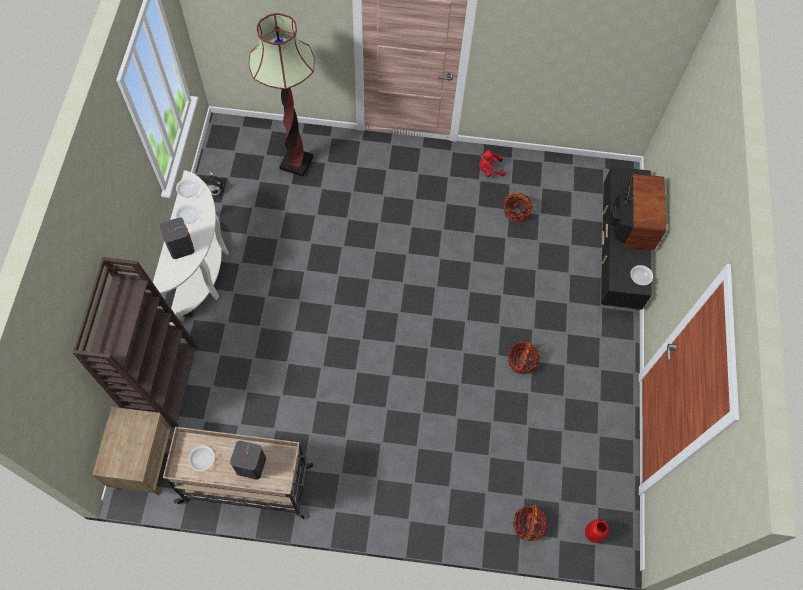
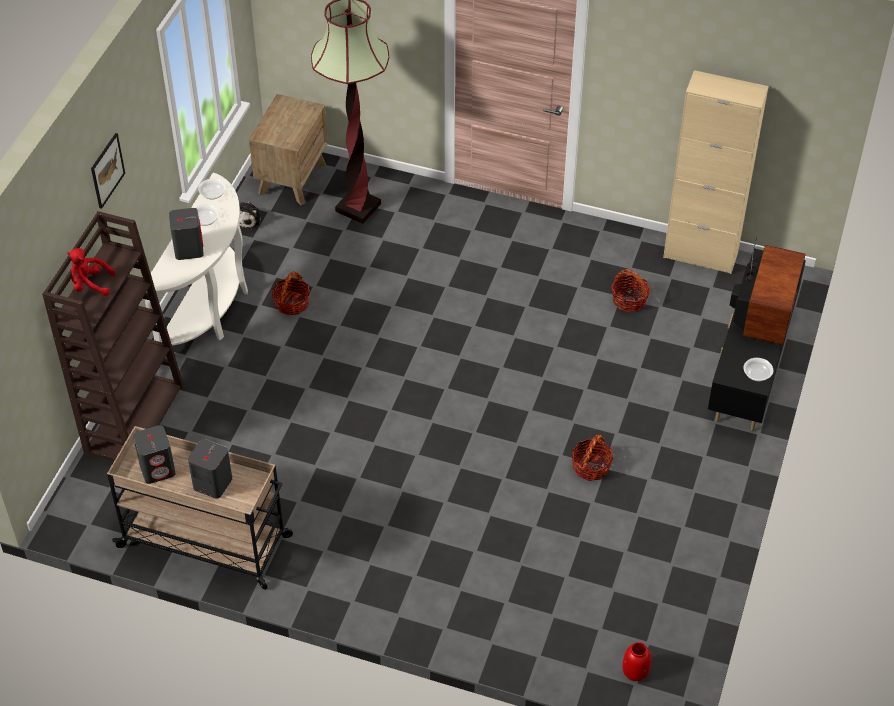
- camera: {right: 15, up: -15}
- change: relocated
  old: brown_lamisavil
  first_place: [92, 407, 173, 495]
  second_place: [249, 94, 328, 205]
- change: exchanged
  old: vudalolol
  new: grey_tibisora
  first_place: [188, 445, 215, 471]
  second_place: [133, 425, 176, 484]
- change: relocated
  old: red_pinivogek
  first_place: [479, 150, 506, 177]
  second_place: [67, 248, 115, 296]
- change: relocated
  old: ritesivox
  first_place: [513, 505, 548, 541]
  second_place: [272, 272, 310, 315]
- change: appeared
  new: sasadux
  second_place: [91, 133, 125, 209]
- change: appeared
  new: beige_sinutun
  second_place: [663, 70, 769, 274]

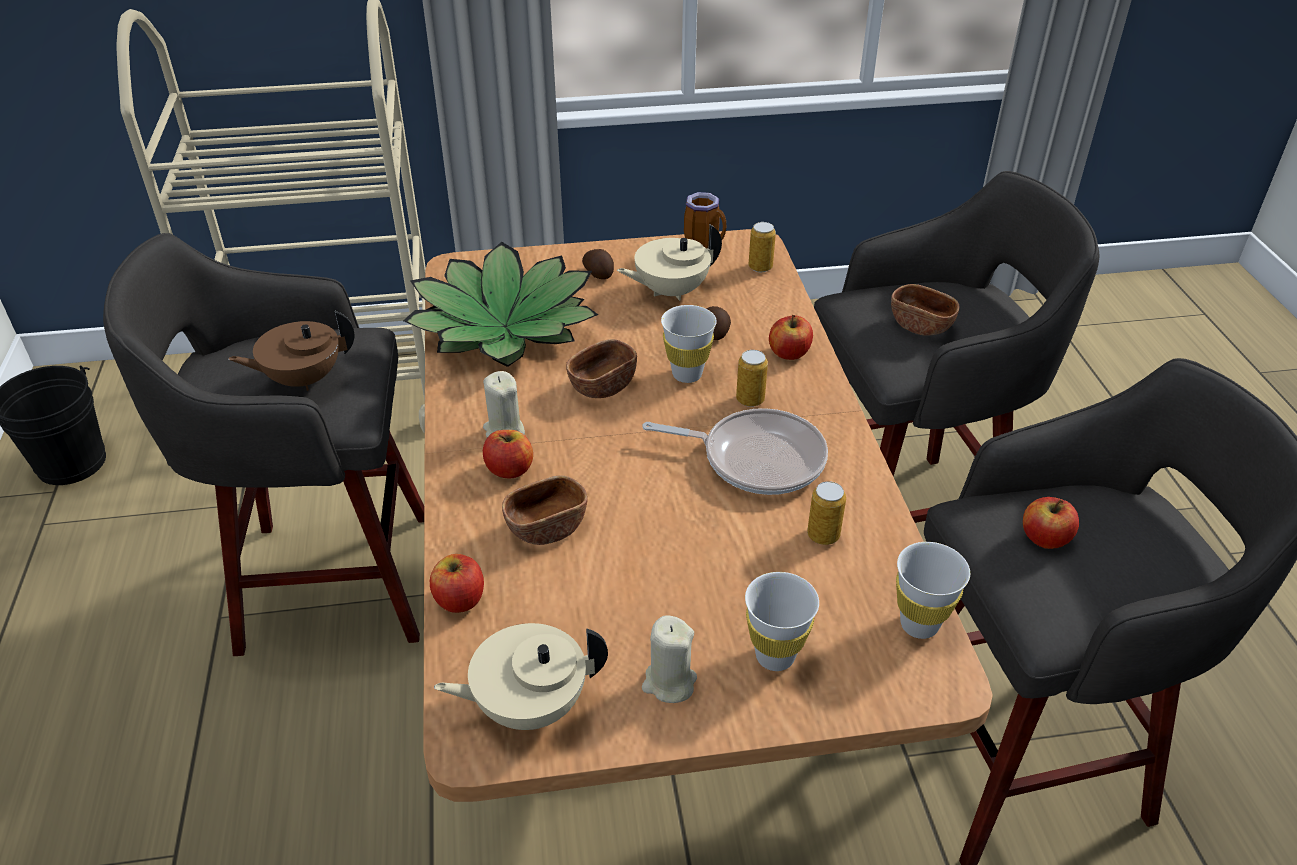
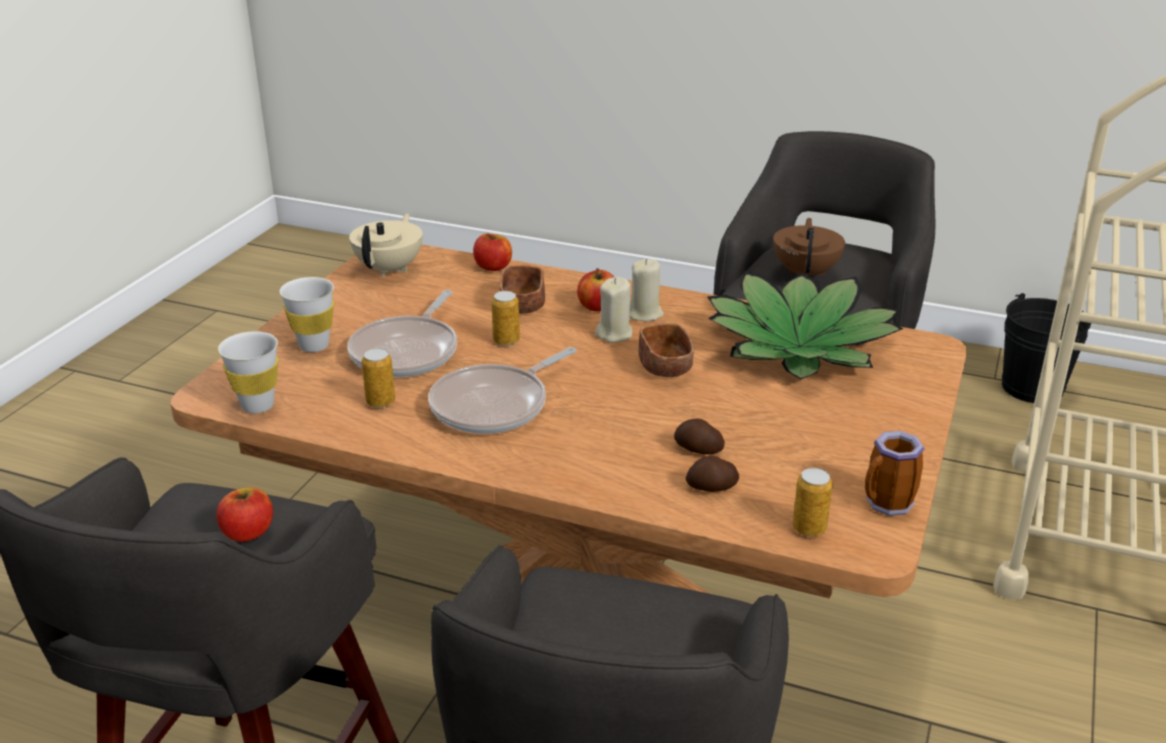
- camera: {right: 120, up: -10}
- change: relocated
  old: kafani
  first_place: [582, 249, 614, 279]
  second_place: [686, 456, 739, 492]
- change: missing
  old: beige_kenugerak
  first_place: [617, 225, 722, 301]
- change: relocated
  old: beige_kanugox
  first_place: [642, 615, 697, 703]
  second_place: [595, 277, 633, 343]
- change: missing
  old: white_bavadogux
  first_place: [661, 305, 717, 383]
- change: relocated
  old: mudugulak
  first_place: [736, 350, 768, 407]
  second_place: [491, 291, 520, 346]
- change: missing
  old: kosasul
  first_place: [769, 315, 813, 360]
- change: missing
  old: brown_vudalolol
  first_place: [891, 284, 959, 336]
- change: appeared
  new: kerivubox
  second_place: [347, 290, 457, 377]

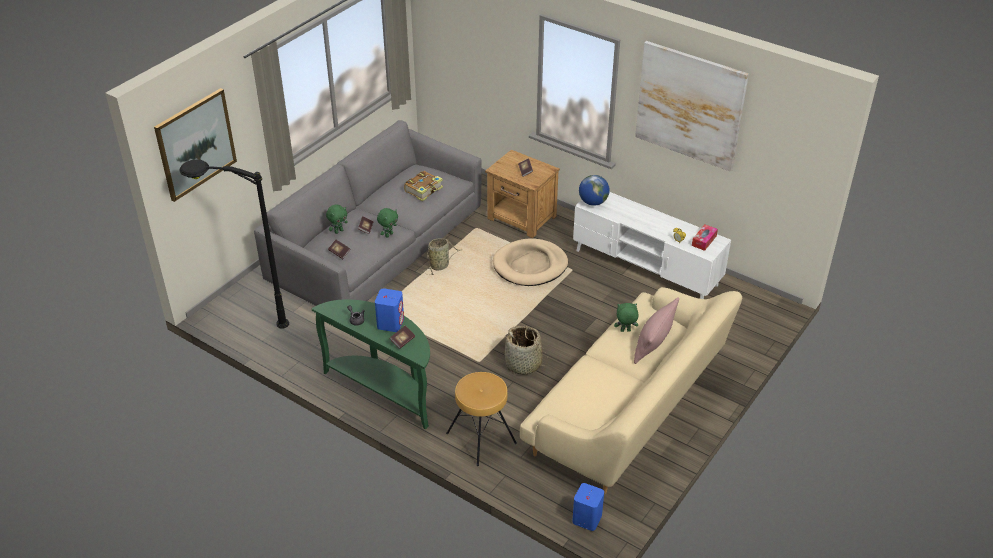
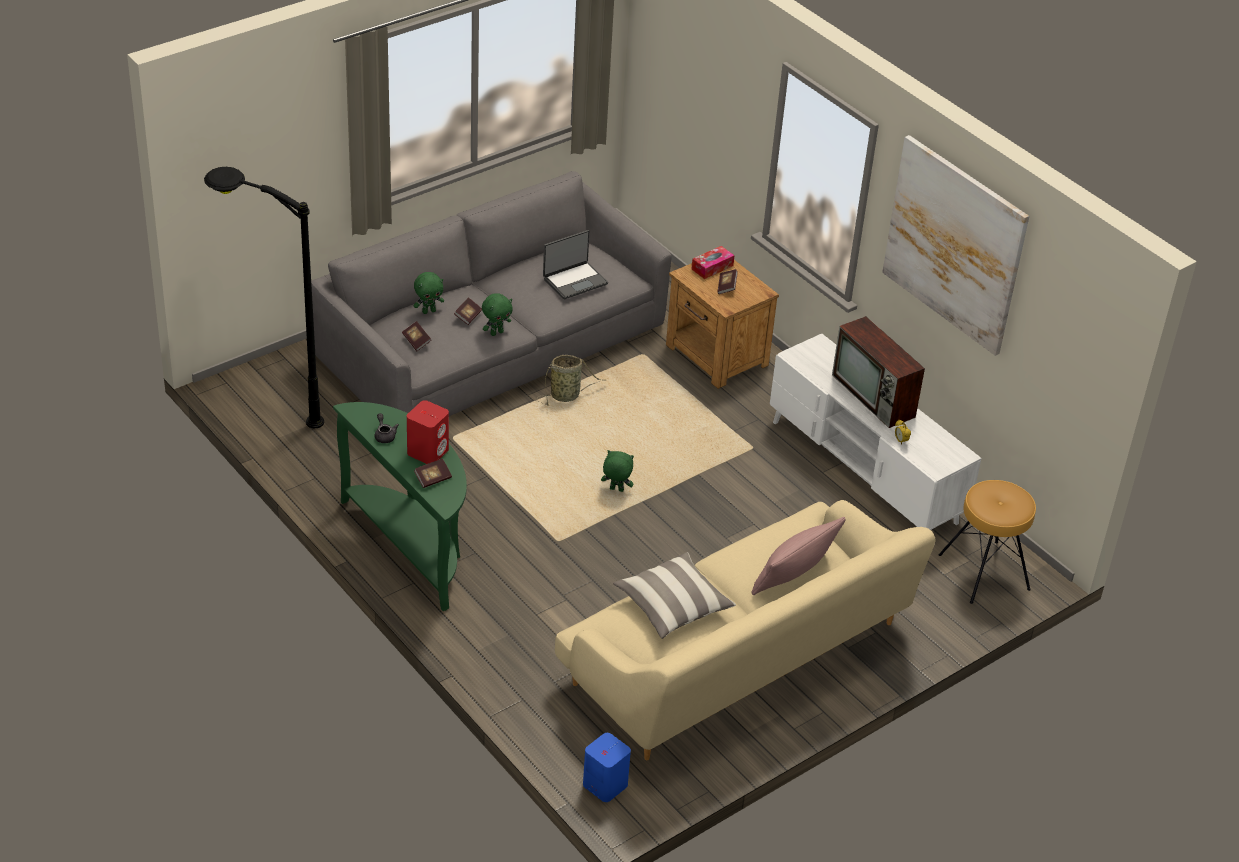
- camera: {right: 15, up: 0}
- change: missing
  old: sasadux
  first_place: [154, 88, 237, 202]
- change: colour
  old: blue_tibisora
  new: red_tibisora
  first_place: [375, 288, 404, 332]
  second_place: [407, 400, 449, 464]
- change: exchanged
  old: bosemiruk
  new: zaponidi
  first_place: [404, 171, 443, 201]
  second_place: [543, 230, 608, 299]
- change: relocated
  old: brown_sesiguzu
  first_place: [446, 372, 517, 466]
  second_place: [939, 480, 1036, 604]
- change: missing
  old: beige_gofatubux
  first_place: [493, 238, 568, 286]
- change: missing
  old: ritesivox
  first_place: [503, 326, 545, 375]
- change: missing
  old: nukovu
  first_place: [579, 175, 610, 206]
- change: relocated
  old: green_pinivogek
  first_place: [614, 303, 638, 332]
  second_place: [601, 450, 634, 492]
- change: relocated
  old: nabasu
  first_place: [692, 224, 718, 251]
  second_place: [692, 246, 735, 279]
- change: appeared
  new: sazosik
  second_place: [613, 552, 736, 639]
- change: appeared
  new: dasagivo
  second_place: [832, 316, 925, 428]

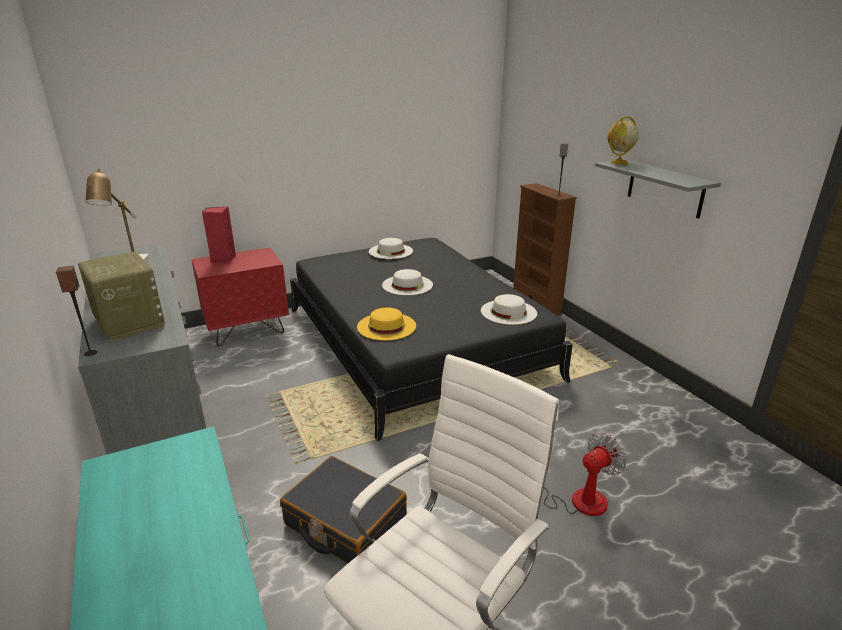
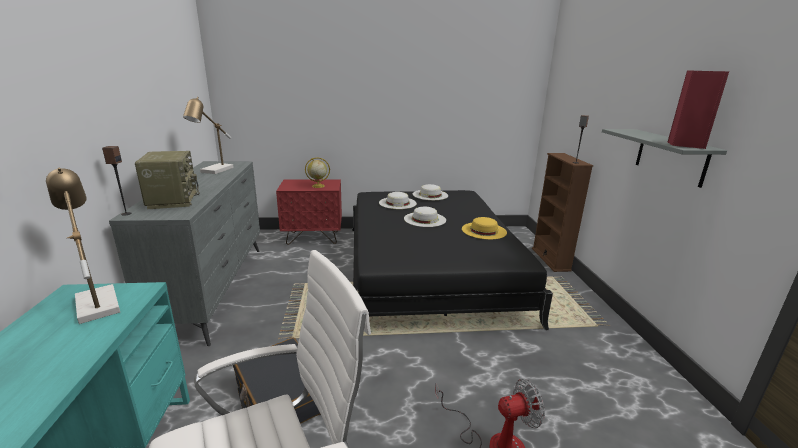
- camera: {right: 20, up: -5}
- change: relocated
  old: red_tibisora
  first_place: [202, 206, 236, 264]
  second_place: [667, 71, 729, 149]
- change: relocated
  old: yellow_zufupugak
  first_place: [357, 308, 416, 341]
  second_place: [462, 217, 507, 239]
- change: relocated
  old: white_zufupugak
  first_place: [481, 294, 537, 325]
  second_place: [379, 192, 417, 209]
- change: relocated
  old: nukovu
  first_place: [607, 116, 639, 165]
  second_place: [305, 157, 330, 188]
- change: appeared
  new: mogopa
  second_place: [46, 168, 120, 324]

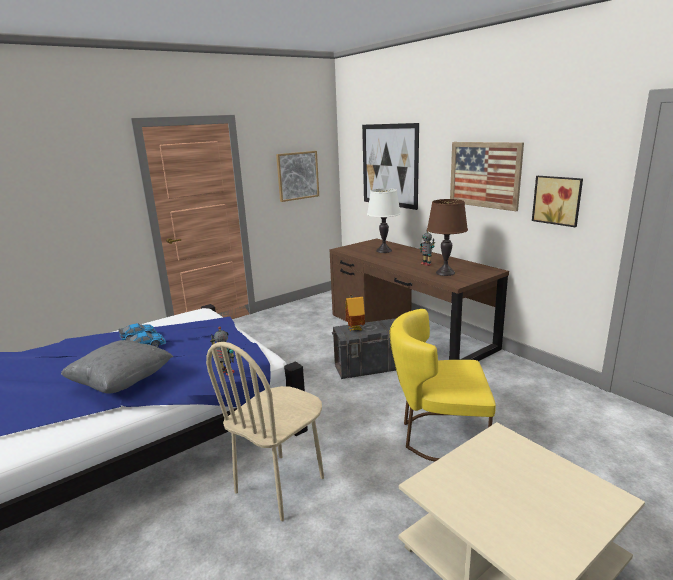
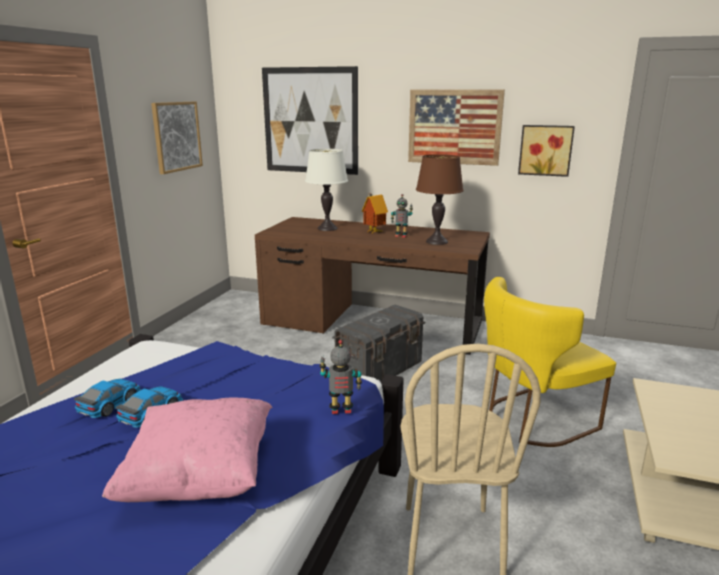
- camera: {right: -35, up: 0}
- change: colour
  old: grey_sazosik
  new: pink_sazosik
  first_place: [61, 340, 173, 394]
  second_place: [102, 397, 272, 502]
- change: relocated
  old: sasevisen
  first_place: [346, 295, 365, 331]
  second_place: [362, 194, 388, 234]

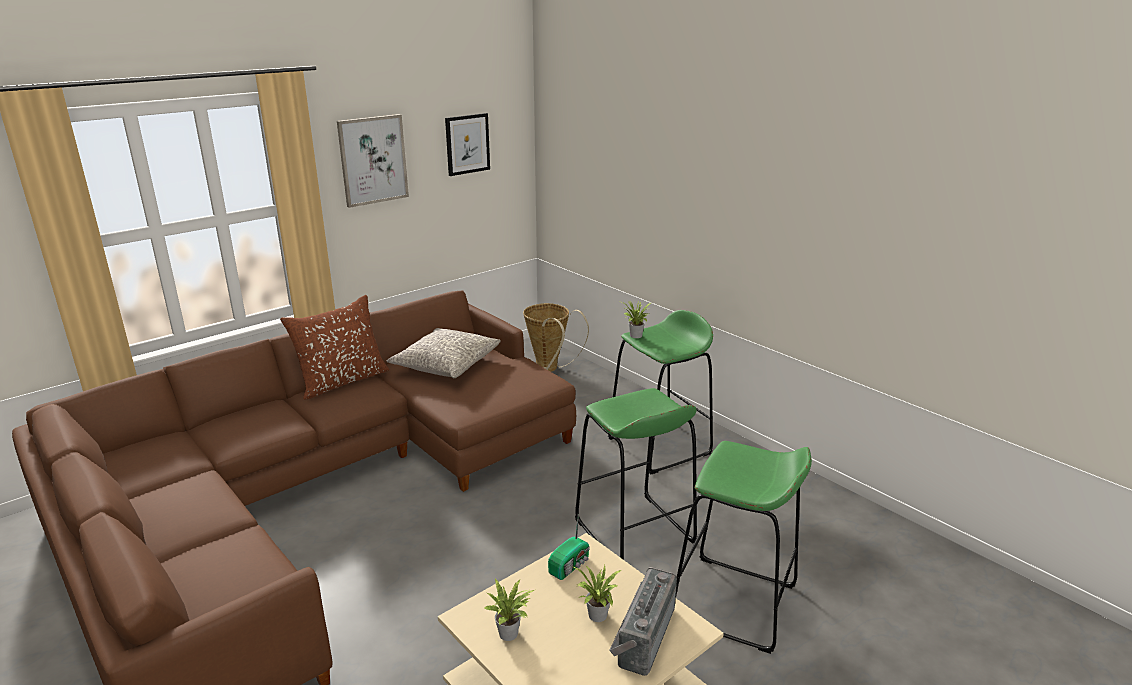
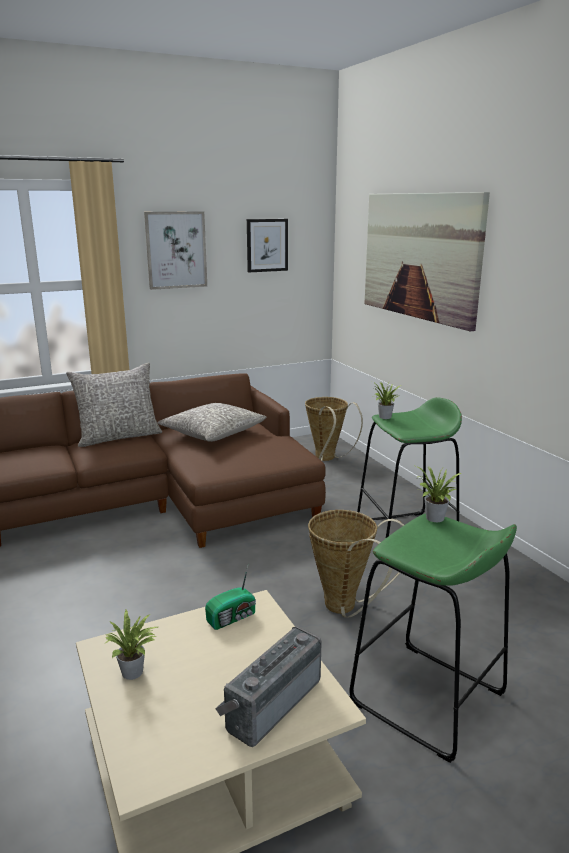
- camera: {right: 15, up: -5}
- change: colour
  old: brown_sazosik
  new: grey_sazosik
  first_place: [280, 295, 389, 399]
  second_place: [66, 363, 162, 447]
- change: relocated
  old: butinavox
  first_place: [571, 565, 621, 622]
  second_place: [416, 466, 461, 522]
- change: exchanged
  old: green_sesiguzu
  new: ritesivox
  first_place: [575, 388, 697, 560]
  second_place: [308, 510, 404, 618]
- change: appeared
  new: sasadux
  second_place: [364, 192, 490, 331]

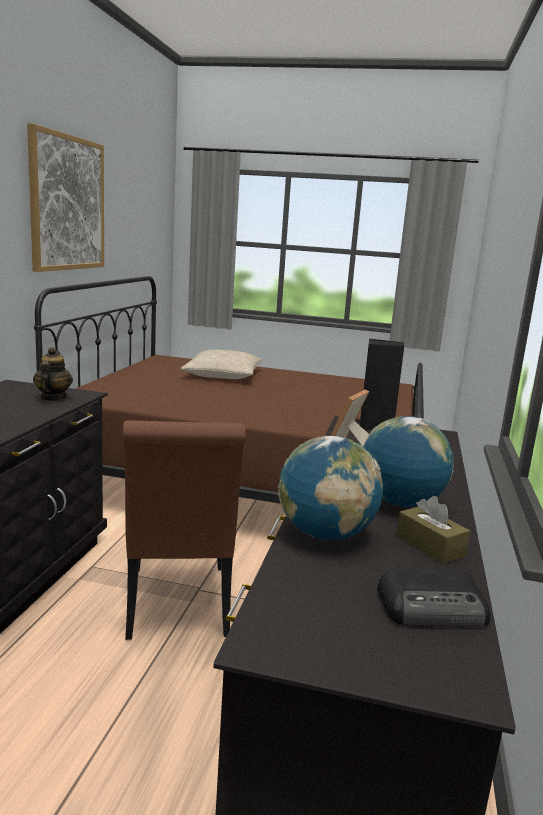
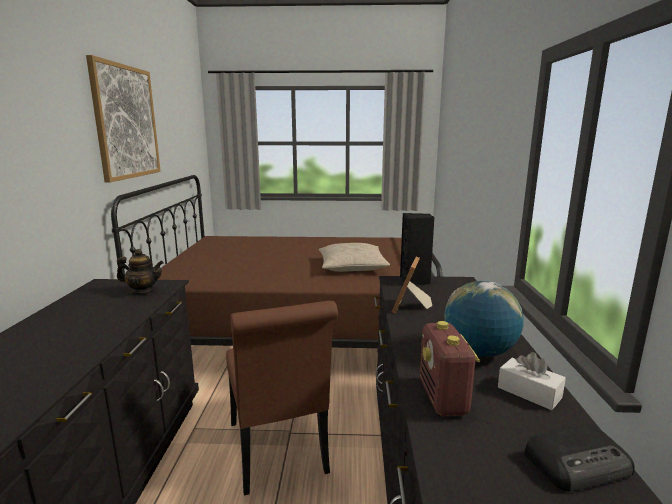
- camera: {right: -10, up: 0}
- change: spun
  old: kenugerak
  first_place: [33, 347, 73, 400]
  second_place: [117, 249, 164, 295]
  degrees: 105
- change: relocated
  old: beige_sazosik
  first_place: [181, 350, 263, 379]
  second_place: [319, 243, 390, 272]
- change: exchanged
  old: nukovu
  new: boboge
  first_place: [278, 436, 383, 540]
  second_place: [420, 321, 480, 416]
- change: colour
  old: brown_nabasu
  new: white_nabasu
  first_place: [396, 496, 470, 564]
  second_place: [498, 352, 566, 410]

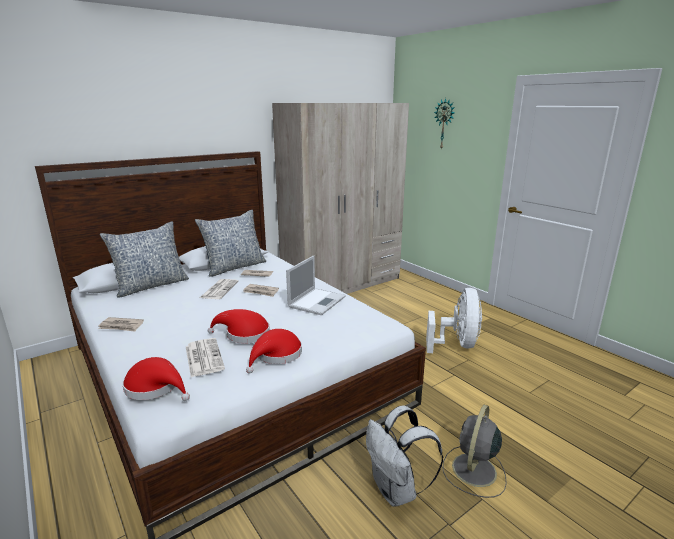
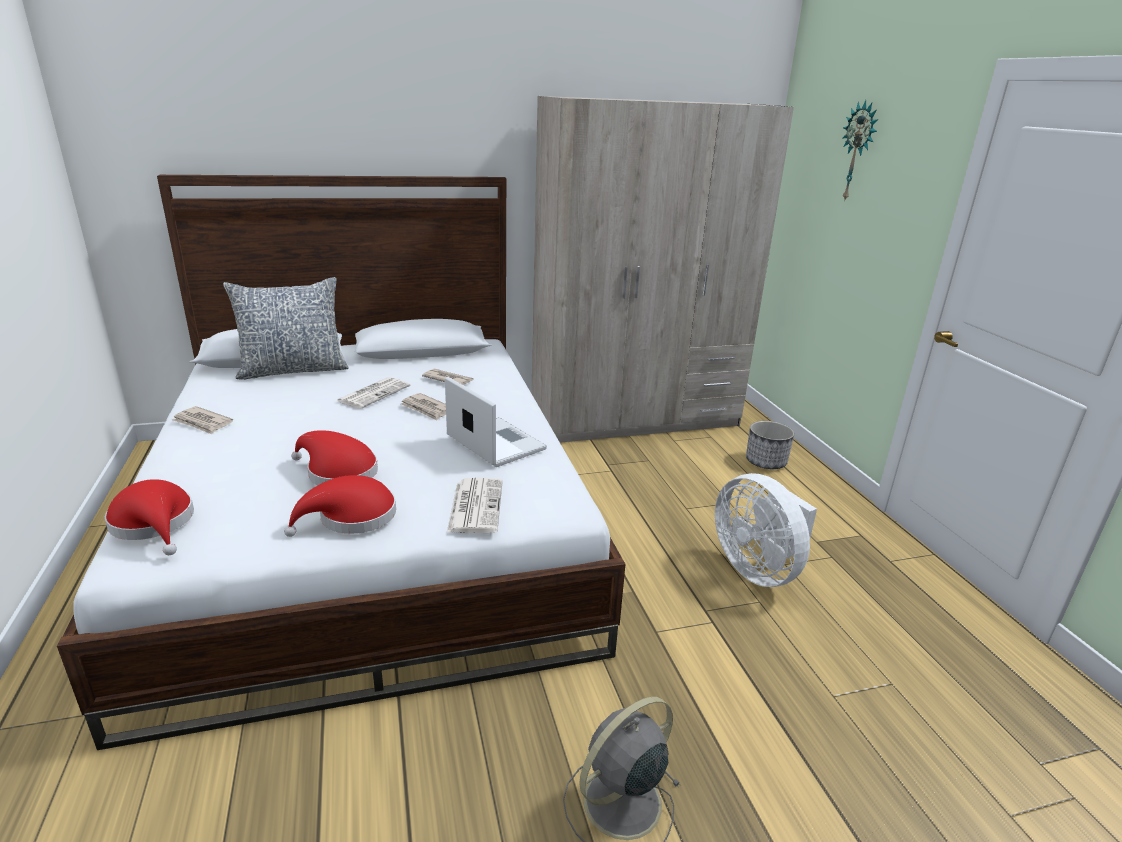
- camera: {right: 20, up: 5}
- change: relocated
  old: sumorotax
  first_place: [186, 338, 225, 377]
  second_place: [447, 478, 503, 533]
- change: missing
  old: sazosik
  first_place: [195, 210, 266, 277]
- change: spun
  old: zaponidi
  first_place: [286, 256, 346, 315]
  second_place: [445, 377, 547, 467]
  degrees: -90
- change: missing
  old: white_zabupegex
  first_place: [366, 405, 443, 507]
- change: spun
  old: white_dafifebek
  first_place: [426, 288, 482, 353]
  second_place: [715, 473, 817, 587]
  degrees: 120
- change: appeared
  new: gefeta
  second_place: [746, 421, 794, 469]

